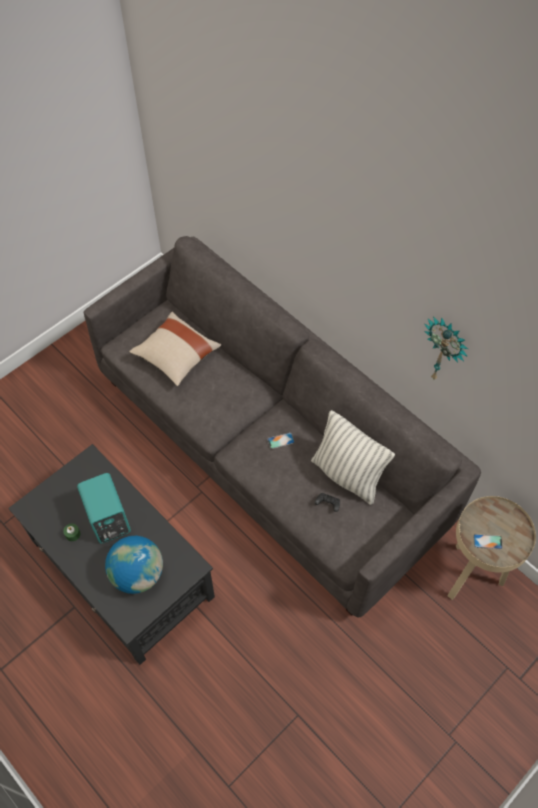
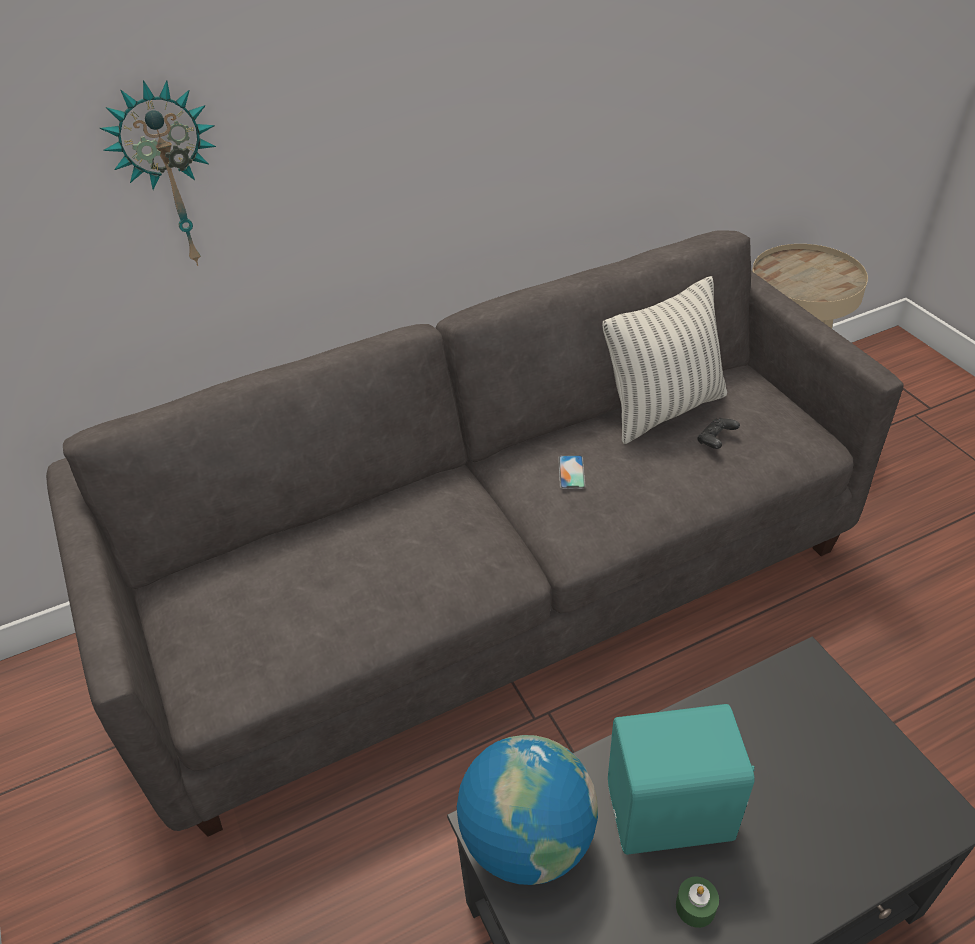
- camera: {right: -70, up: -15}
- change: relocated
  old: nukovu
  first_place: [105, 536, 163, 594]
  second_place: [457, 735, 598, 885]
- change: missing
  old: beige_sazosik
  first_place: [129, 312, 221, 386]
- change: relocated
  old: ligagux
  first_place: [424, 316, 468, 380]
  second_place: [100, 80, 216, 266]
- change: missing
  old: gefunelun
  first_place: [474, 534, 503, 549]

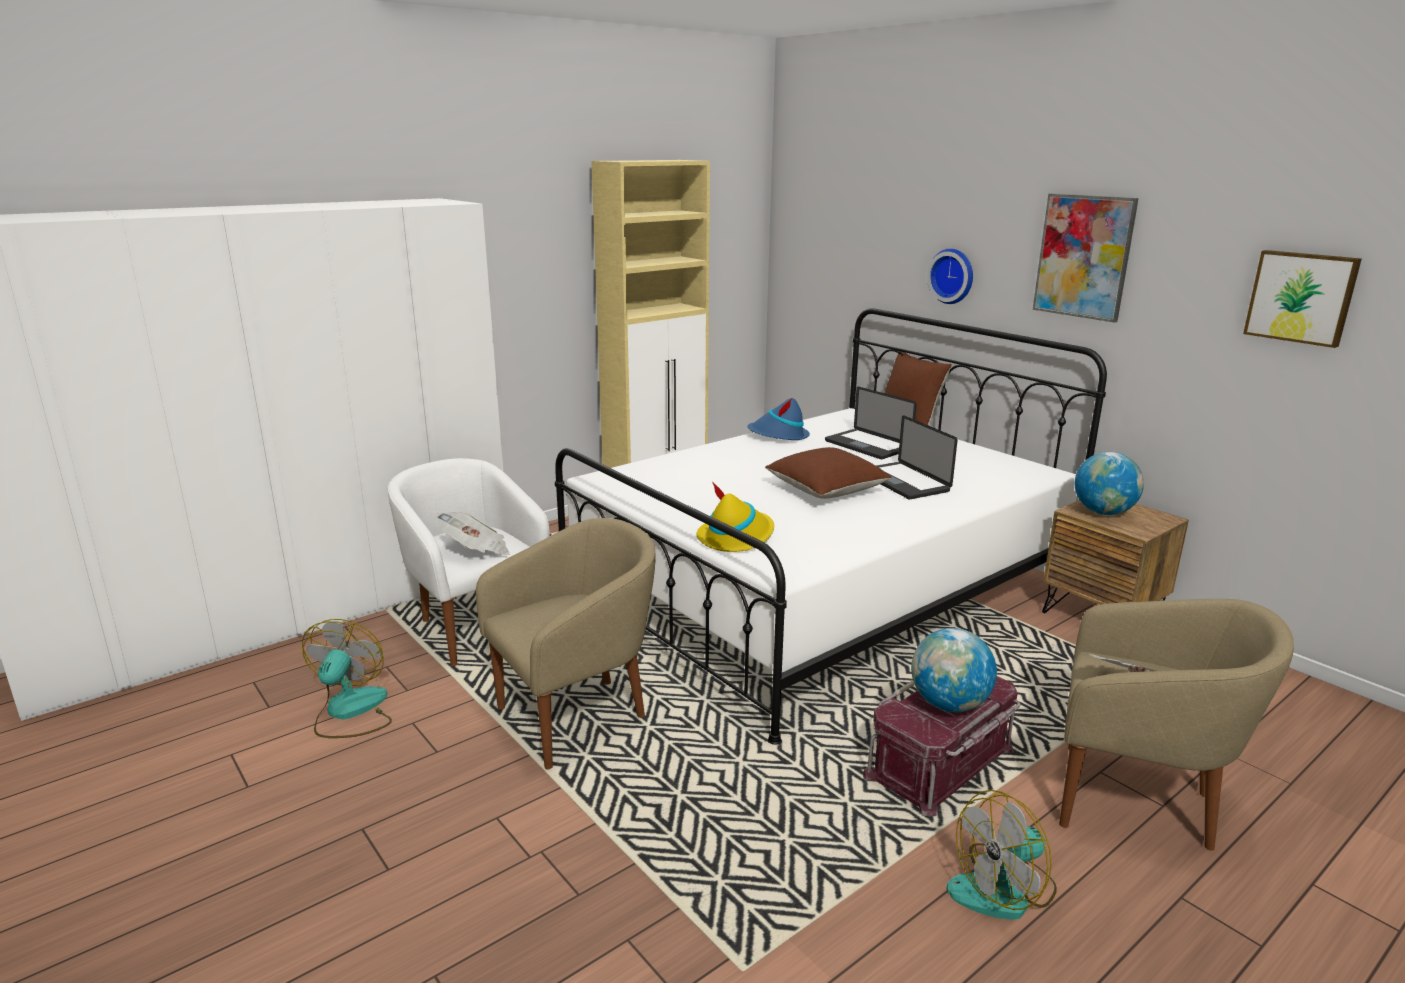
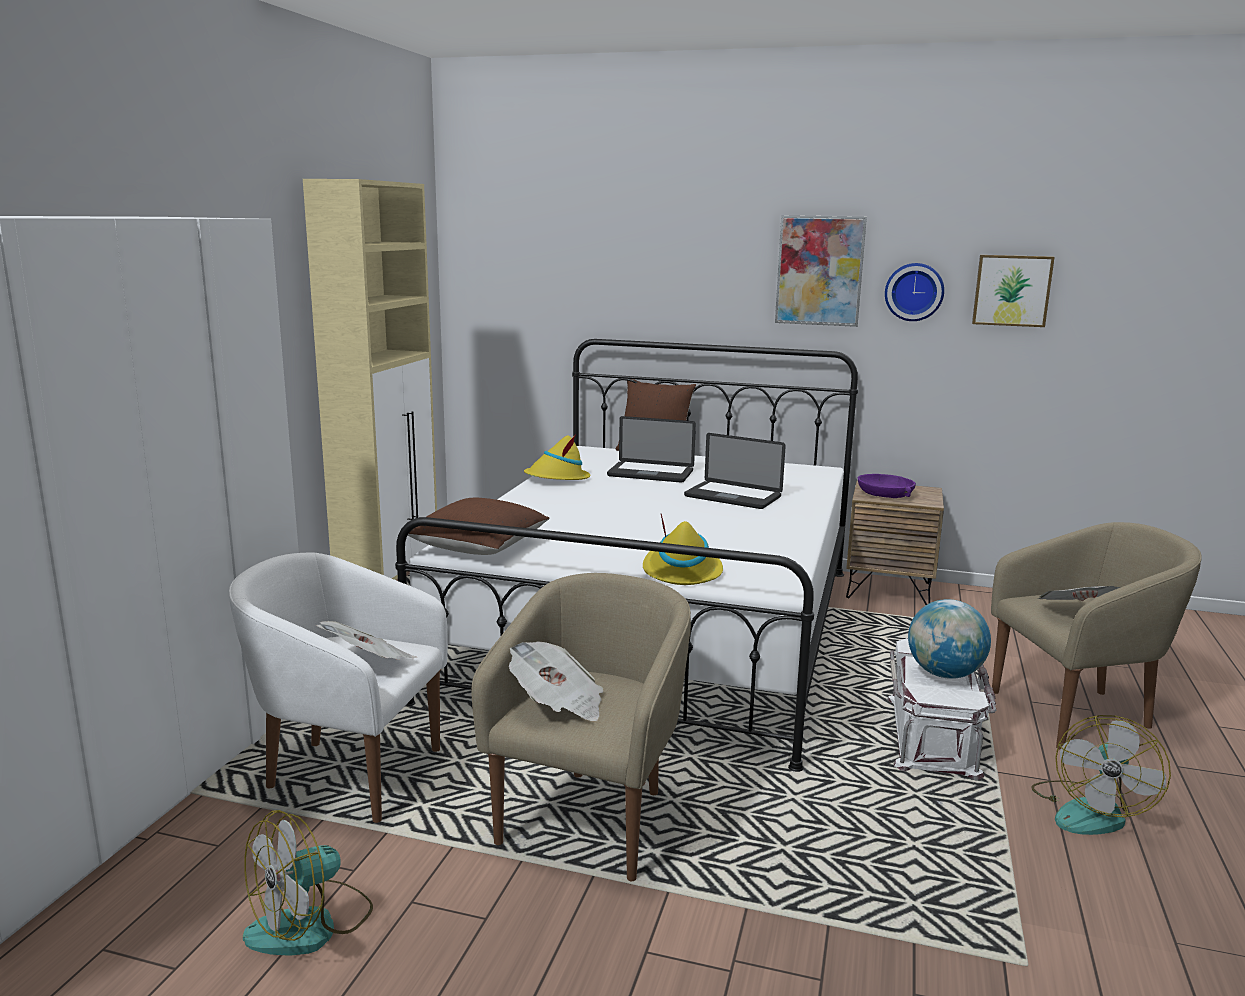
- camera: {right: -35, up: -5}
- change: spun
  old: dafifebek
  first_place: [302, 619, 392, 738]
  second_place: [243, 810, 373, 956]
  degrees: -105
- change: colour
  old: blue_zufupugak
  new: yellow_zufupugak
  first_place: [747, 398, 810, 440]
  second_place: [524, 434, 590, 480]
- change: relocated
  old: brown_sazosik
  first_place: [765, 447, 892, 499]
  second_place: [408, 498, 550, 555]
- change: colour
  old: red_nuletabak
  new: white_nuletabak
  first_place: [863, 676, 1020, 816]
  second_place: [887, 638, 996, 780]
- change: relocated
  old: ligagux
  first_place: [927, 249, 973, 304]
  second_place: [885, 263, 944, 321]
- change: exchanged
  old: nukovu
  new: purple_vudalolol
  first_place: [1075, 452, 1144, 515]
  second_place: [858, 474, 916, 498]
- change: appeared
  new: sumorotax
  second_place: [509, 641, 603, 721]

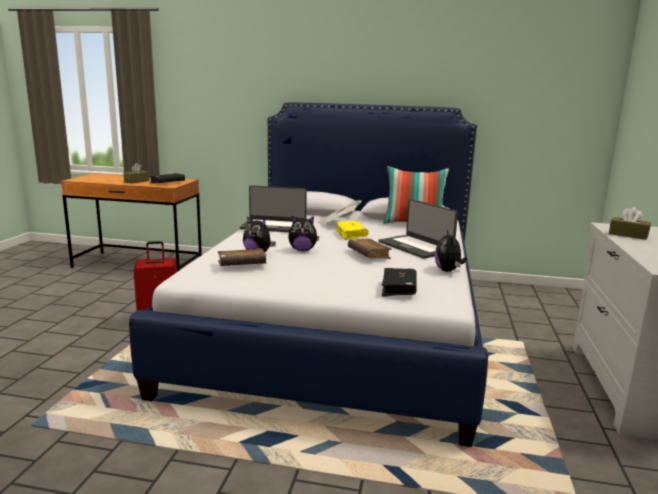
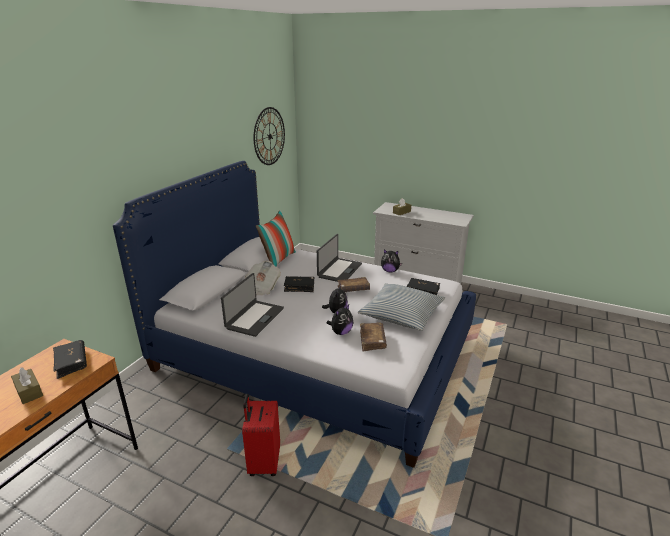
- camera: {right: -75, up: 10}
- change: colour
  old: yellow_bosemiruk
  new: black_bosemiruk
  first_place: [336, 221, 369, 240]
  second_place: [284, 276, 314, 292]
- change: spun
  old: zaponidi
  first_place: [378, 199, 458, 259]
  second_place: [317, 234, 362, 282]
  degrees: -45
- change: appeared
  new: ligagux
  second_place: [254, 107, 285, 165]
- change: appeared
  new: sazosik
  second_place: [358, 283, 445, 331]

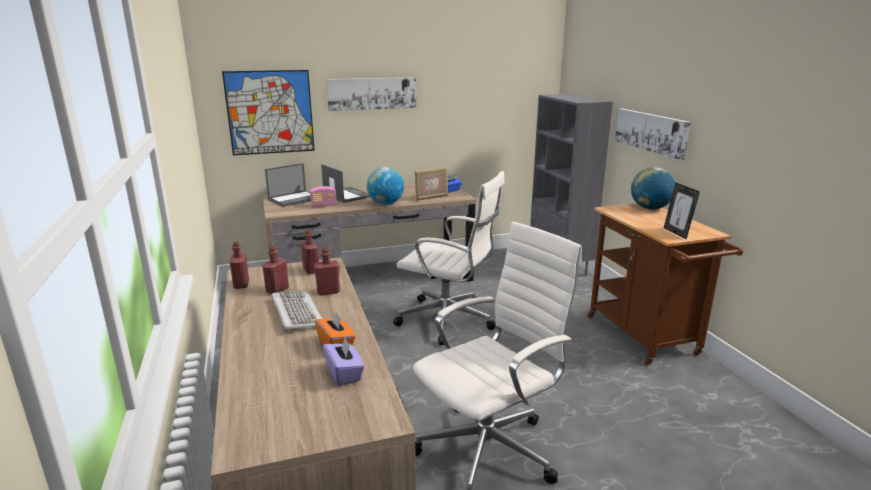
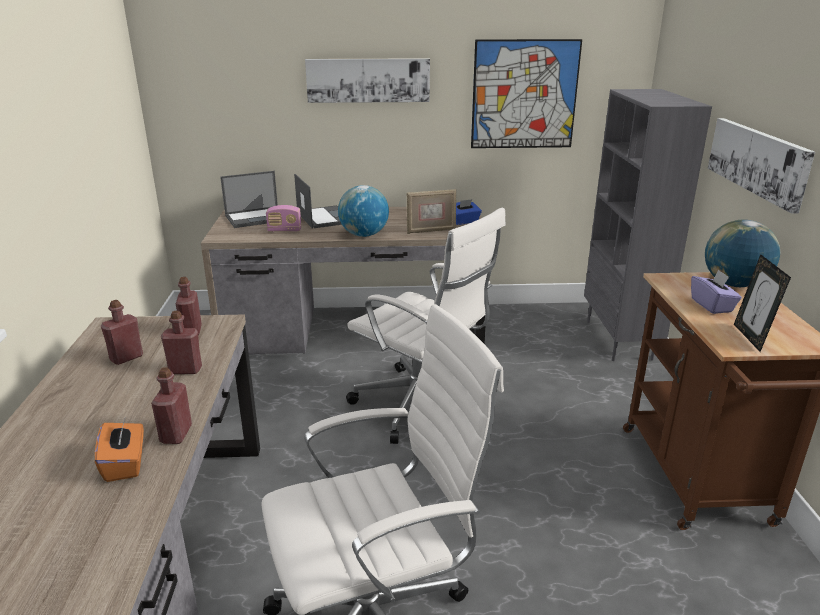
- camera: {right: 15, up: 5}
- change: relocated
  old: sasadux
  first_place: [222, 70, 315, 155]
  second_place: [471, 39, 582, 148]
- change: relocated
  old: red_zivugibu
  first_place: [230, 241, 249, 289]
  second_place: [151, 367, 192, 444]
- change: missing
  old: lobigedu
  first_place: [271, 291, 322, 331]
- change: relocated
  old: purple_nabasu
  first_place: [323, 338, 365, 386]
  second_place: [691, 270, 742, 314]

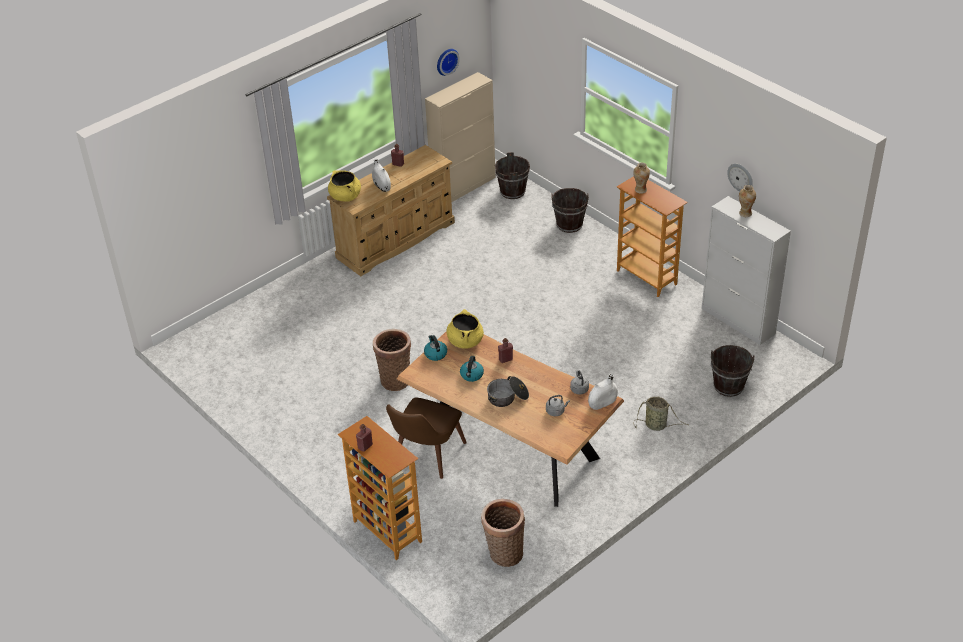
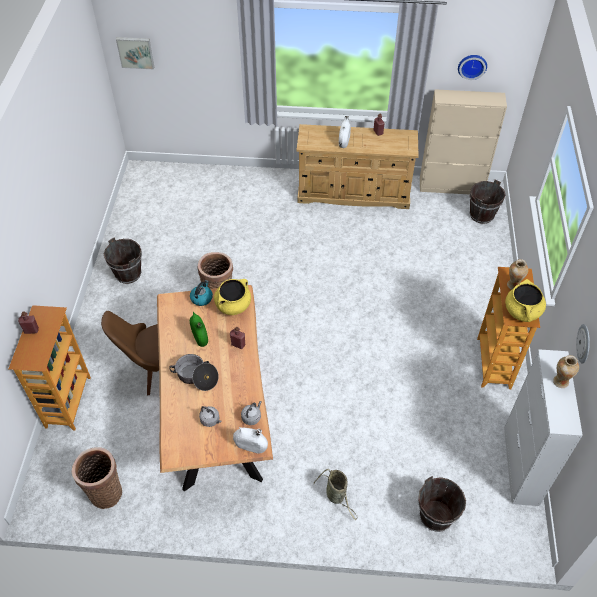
- camera: {right: 45, up: 10}
- change: relocated
  old: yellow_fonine
  first_place: [328, 170, 361, 202]
  second_place: [505, 279, 546, 322]
- change: exchanged
  old: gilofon
  new: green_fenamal
  first_place: [460, 356, 484, 382]
  second_place: [190, 312, 208, 347]
- change: relocated
  old: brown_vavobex
  first_place: [551, 188, 589, 233]
  second_place: [104, 237, 142, 284]
- change: appeared
  new: sasadux
  second_place: [116, 37, 154, 69]

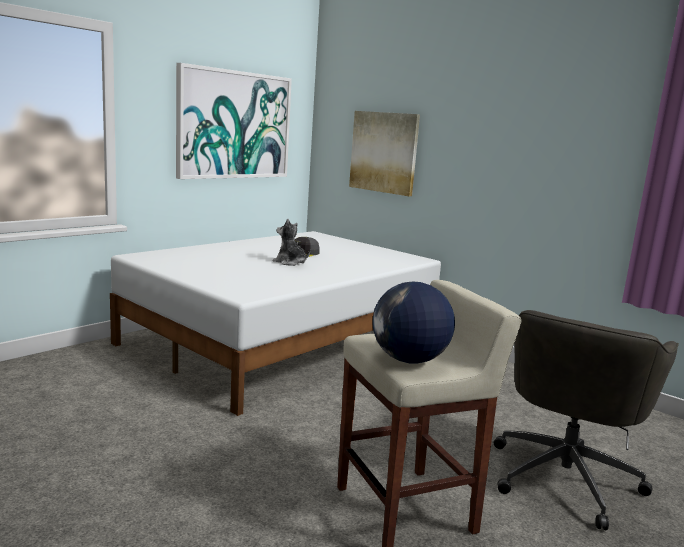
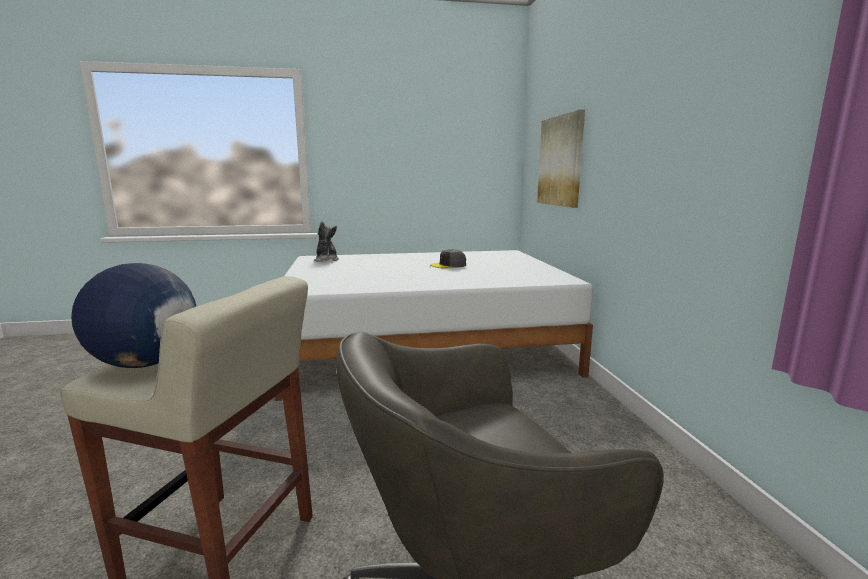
- camera: {right: 40, up: 0}
- change: missing
  old: sasadux
  first_place: [176, 63, 292, 179]
- change: relocated
  old: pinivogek
  first_place: [273, 219, 311, 266]
  second_place: [314, 221, 339, 262]

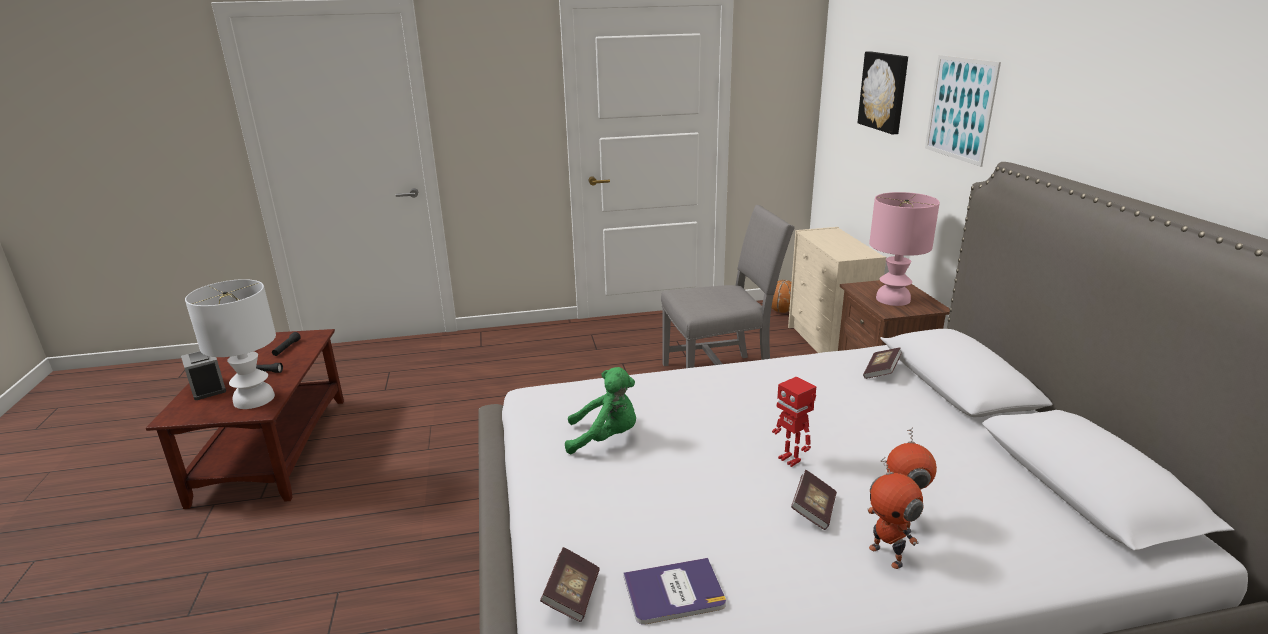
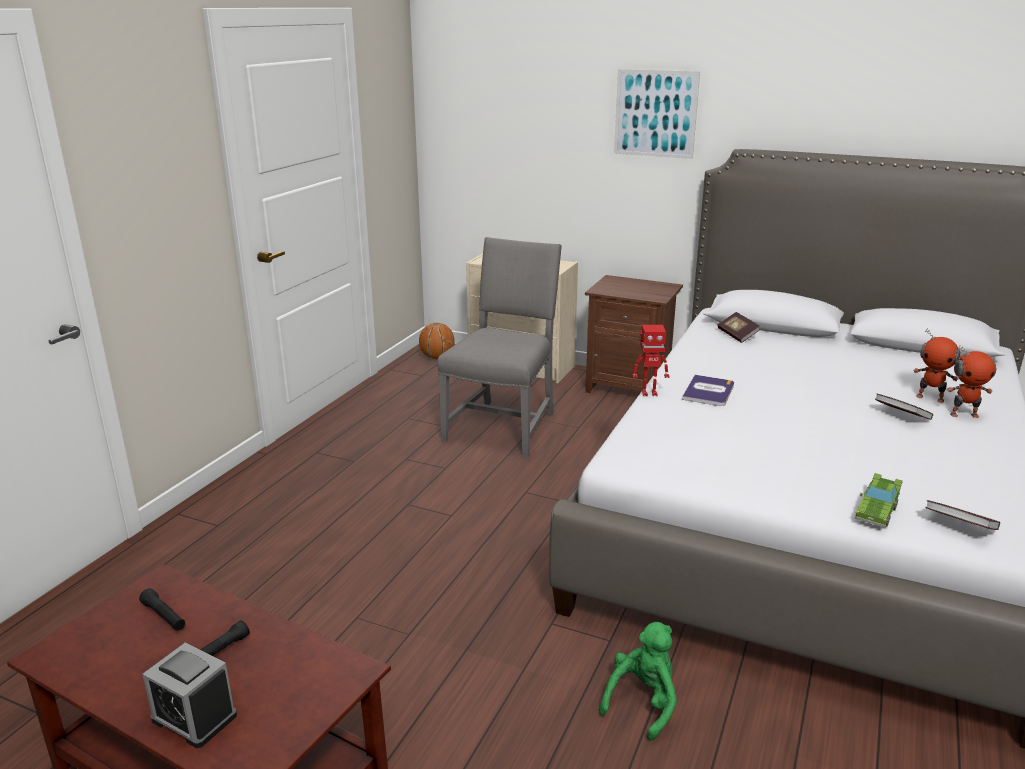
- camera: {right: -55, up: 0}
- change: spun
  old: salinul
  first_place: [181, 351, 226, 400]
  second_place: [142, 643, 237, 748]
  degrees: -150
- change: missing
  old: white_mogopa
  first_place: [185, 279, 276, 409]
- change: relocated
  old: green_pinivogek
  first_place: [565, 367, 636, 454]
  second_place: [599, 622, 677, 741]
- change: relocated
  old: bosemiruk
  first_place: [624, 558, 726, 625]
  second_place: [682, 375, 734, 406]
- change: relocated
  old: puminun
  first_place: [772, 376, 816, 467]
  second_place: [632, 325, 669, 396]
- change: missing
  old: sasadux
  first_place: [857, 51, 908, 134]
- change: missing
  old: pink_mogopa
  first_place: [869, 192, 940, 306]
- change: appeared
  new: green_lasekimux
  second_place: [855, 473, 903, 528]

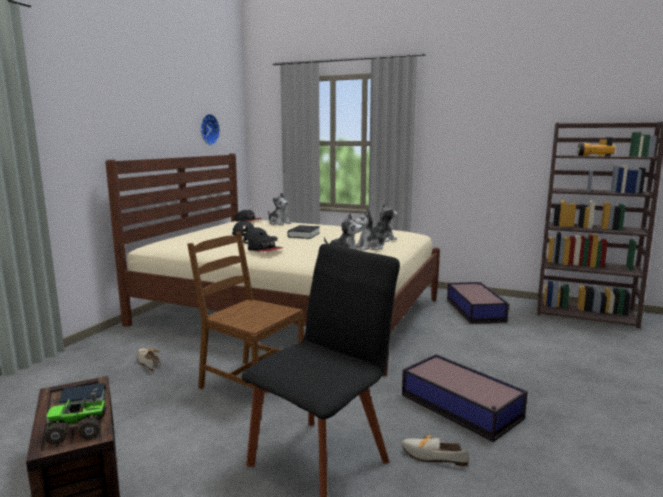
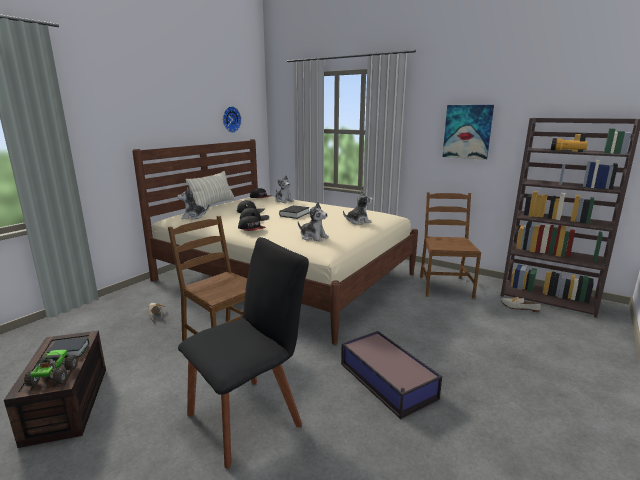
- camera: {right: 10, up: 5}
- change: spun
  old: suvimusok
  first_place: [45, 388, 106, 444]
  second_place: [24, 350, 78, 386]
  degrees: 90
- change: relocated
  old: pinivogek
  first_place: [354, 209, 389, 251]
  second_place: [177, 187, 209, 220]
- change: relocated
  old: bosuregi
  first_place: [401, 435, 469, 466]
  second_place: [501, 297, 541, 313]
- change: exchanged
  old: nuletabak
  new: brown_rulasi
  first_place: [447, 282, 509, 324]
  second_place: [420, 192, 481, 299]
- change: appeared
  new: sazosik
  second_place: [186, 171, 235, 208]
- change: appeared
  new: sasadux
  second_place: [442, 105, 494, 160]

